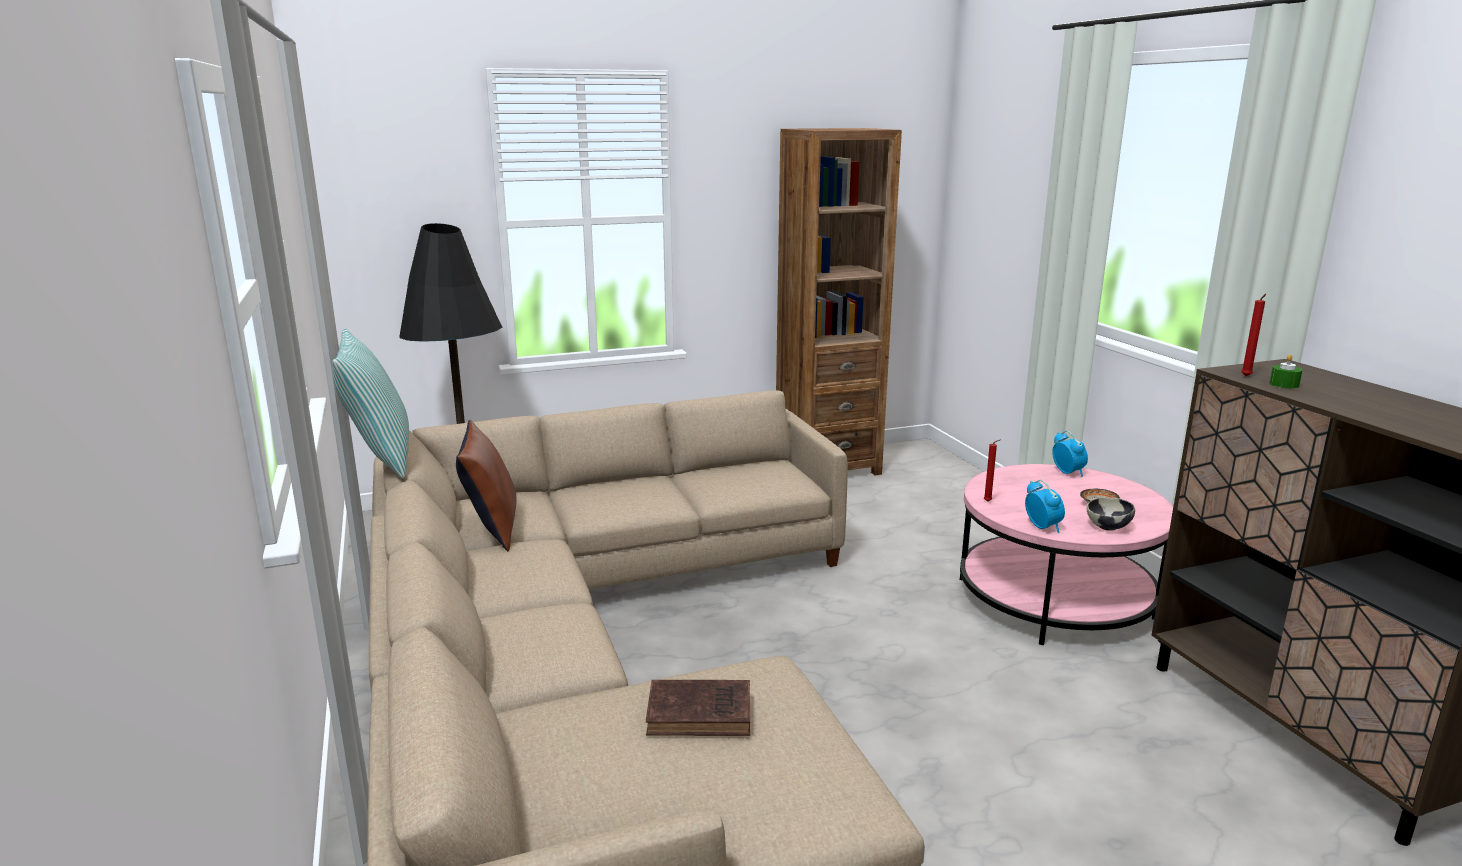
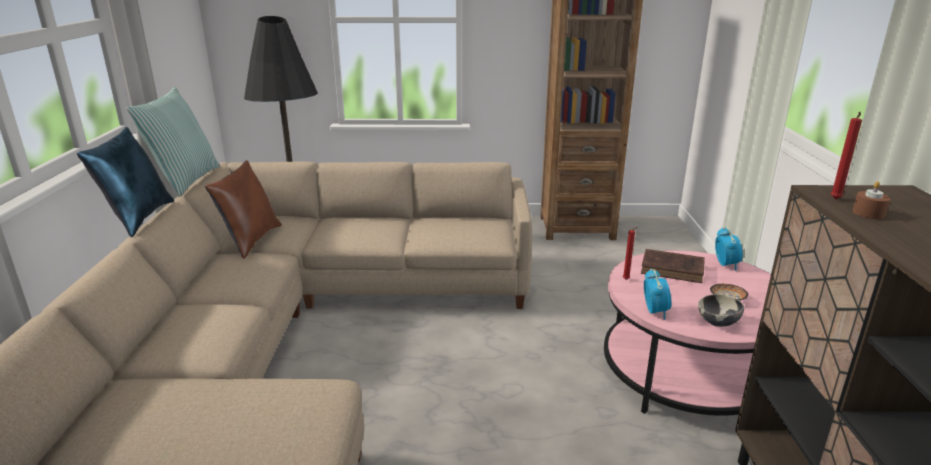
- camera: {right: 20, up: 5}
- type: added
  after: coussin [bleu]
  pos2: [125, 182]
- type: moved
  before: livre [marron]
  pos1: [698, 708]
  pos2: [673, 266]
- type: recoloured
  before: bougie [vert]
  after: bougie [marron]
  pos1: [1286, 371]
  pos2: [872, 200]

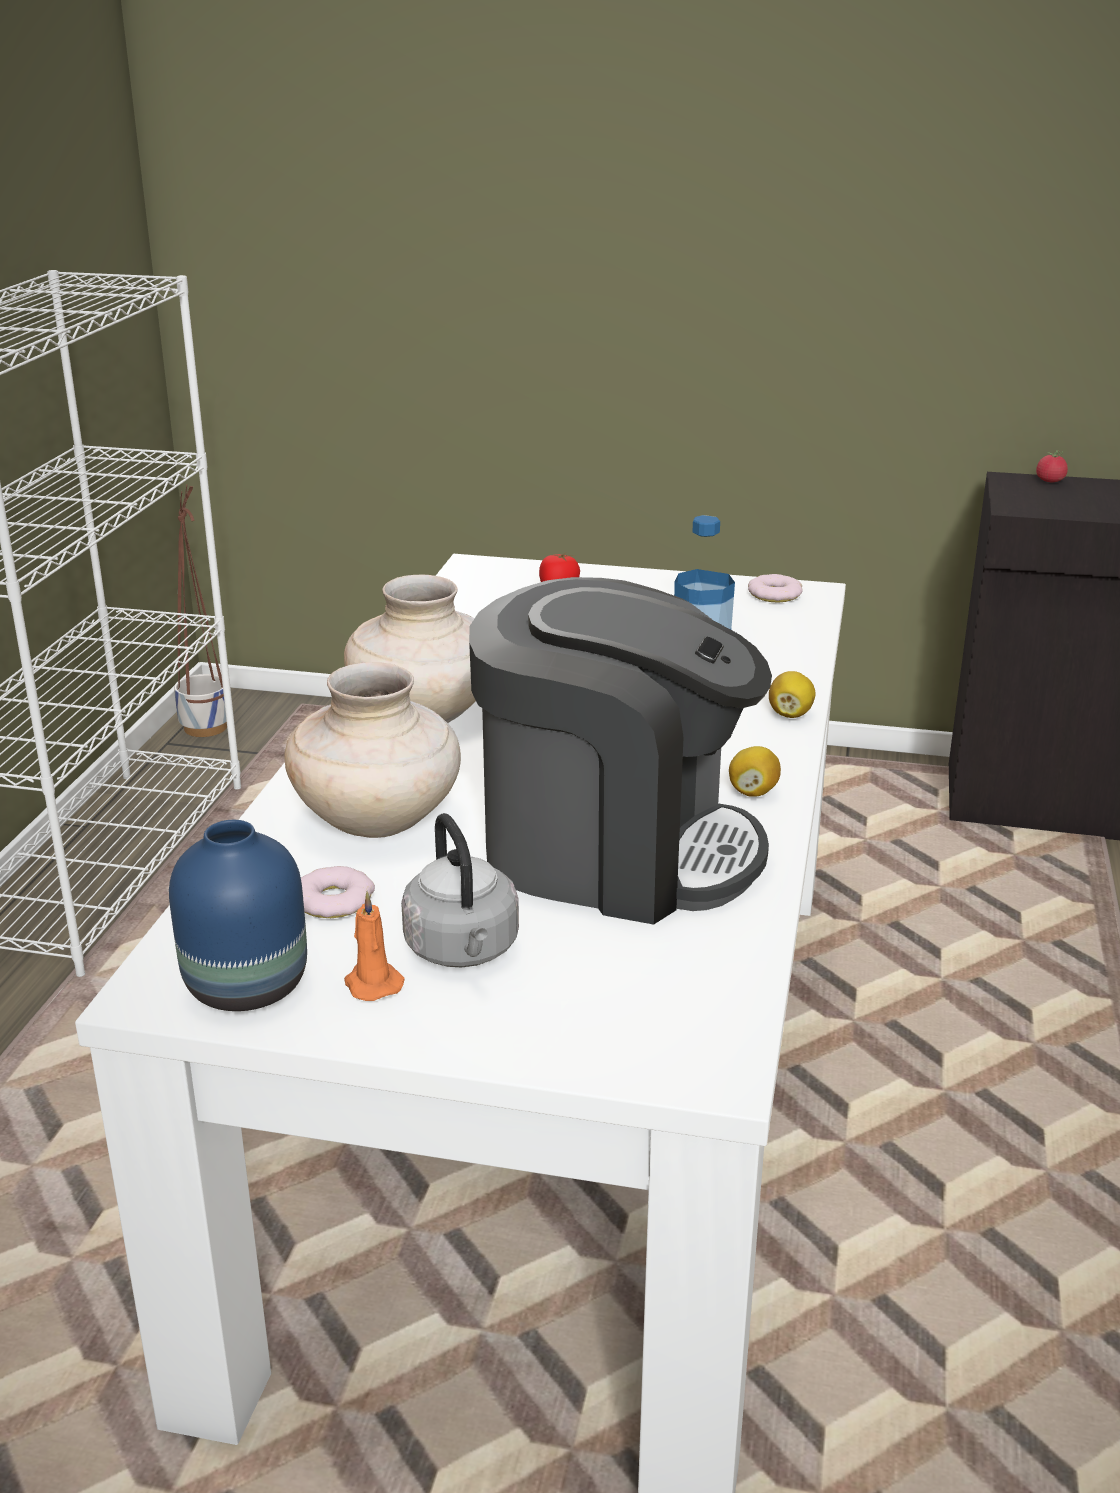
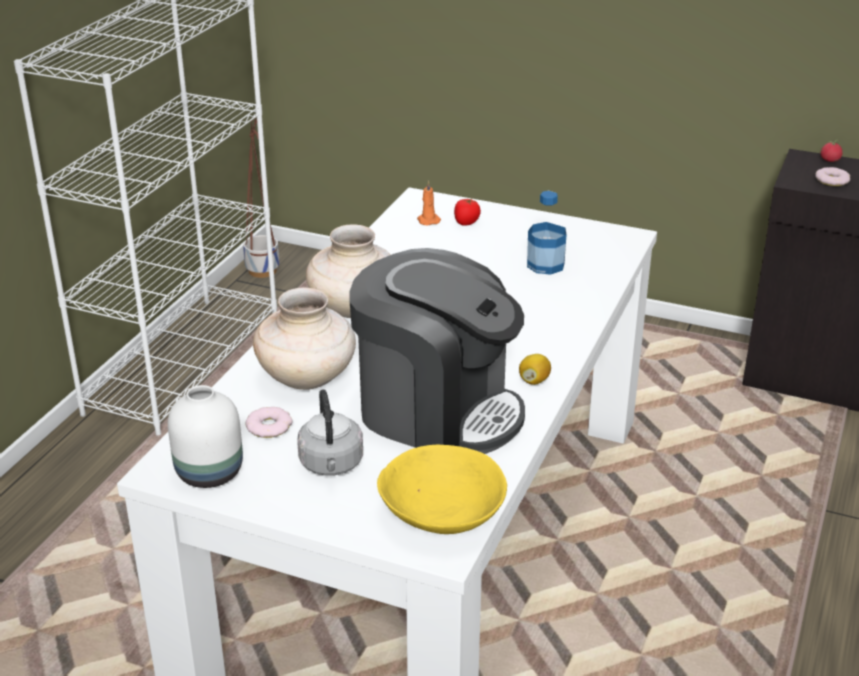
- camera: {right: 10, up: 5}
- type: removed
  before: citron
  pos1: [792, 694]
- type: added
  after: bol [jaune]
  pos2: [442, 489]
- type: moved
  before: bougie [orange]
  pos1: [374, 946]
  pos2: [429, 203]
- type: moved
  before: beignet
  pos1: [775, 588]
  pos2: [832, 176]
- type: recoloured
  before: vase [bleu]
  after: vase [blanc]
  pos1: [238, 915]
  pos2: [205, 436]

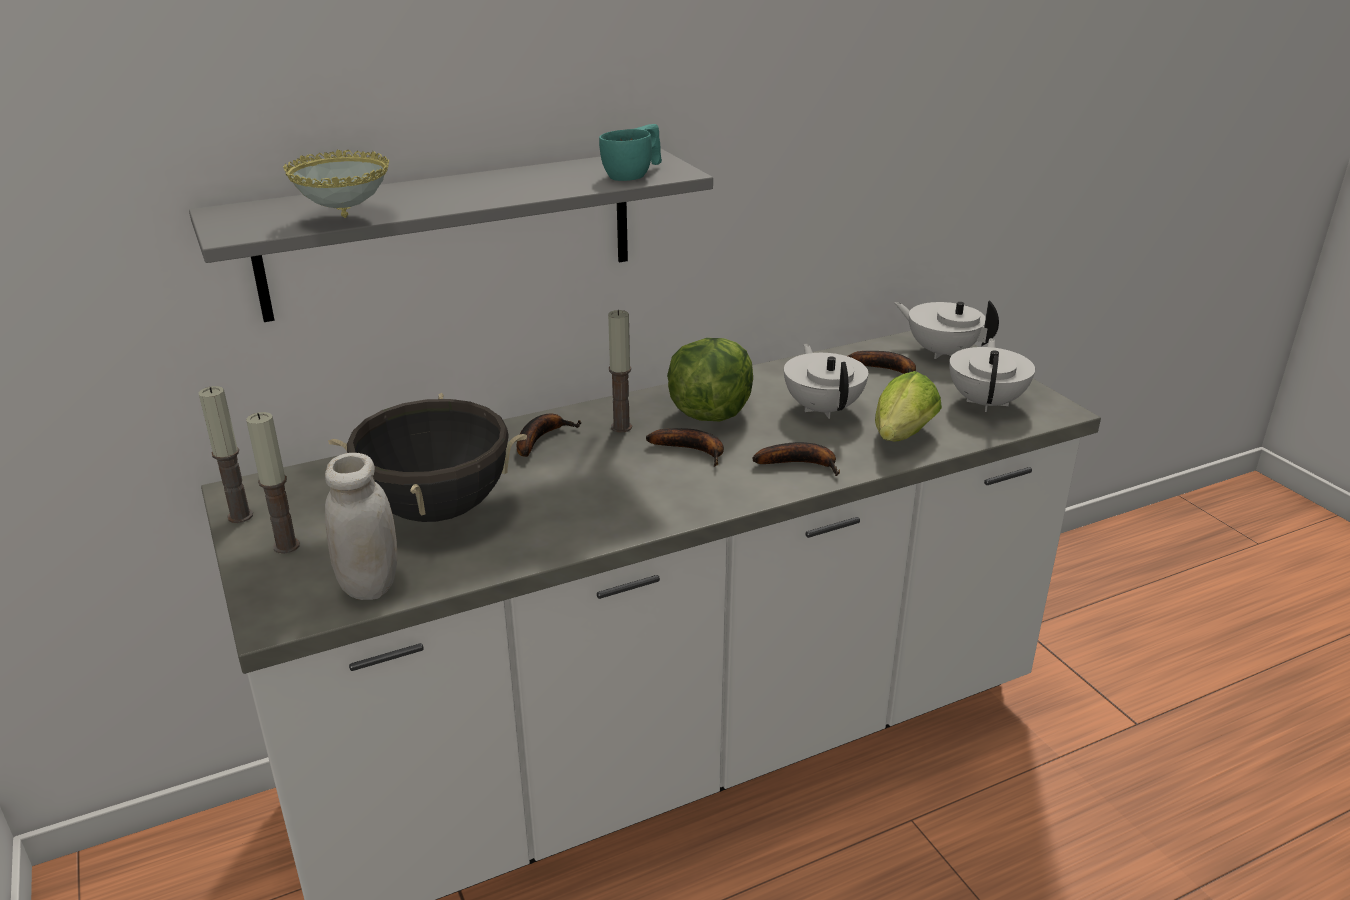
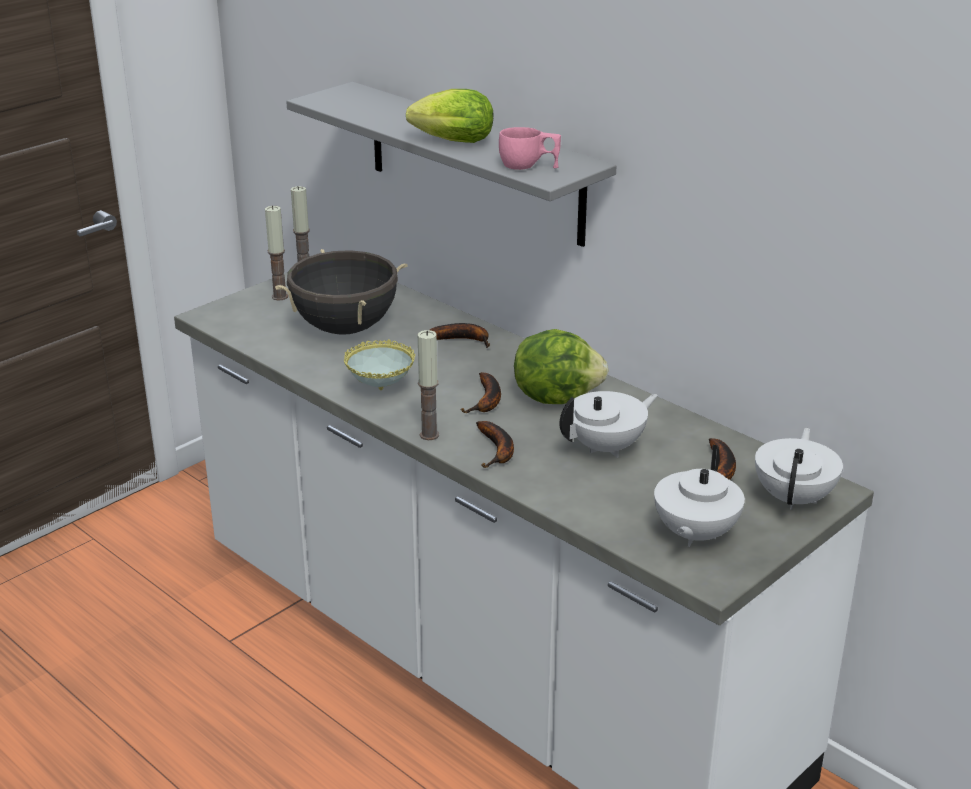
- camera: {right: 70, up: 0}
- type: removed
  before: bocal [blanc]
  pos1: [361, 526]
- type: moved
  before: bol
  pos1: [336, 184]
  pos2: [379, 364]
- type: moved
  before: bougie
  pos1: [620, 371]
  pos2: [428, 385]
- type: moved
  before: laitue
  pos1: [908, 406]
  pos2: [449, 116]
- type: recoloured
  before: tasse [turquoise]
  after: tasse [rose]
  pos1: [630, 152]
  pos2: [530, 148]
- type: turned
  before: théière [blanc]
  pos1: [992, 375]
  pos2: [699, 496]
  turn: 120

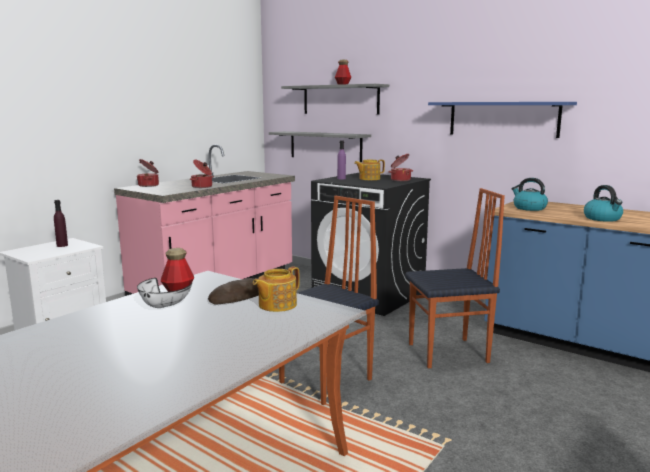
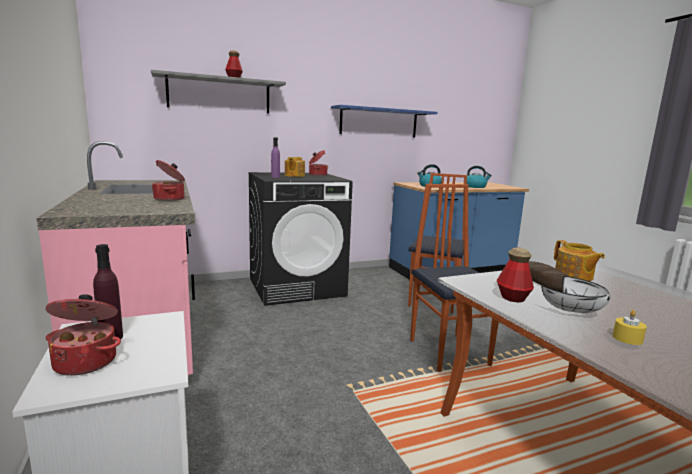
- camera: {right: -60, up: 0}
- type: removed
  before: étagère [gris]
  pos1: [320, 146]
- type: added
  after: bougie [jaune]
  pos2: [630, 327]
- type: moved
  before: marmite
  pos1: [148, 173]
  pos2: [83, 335]

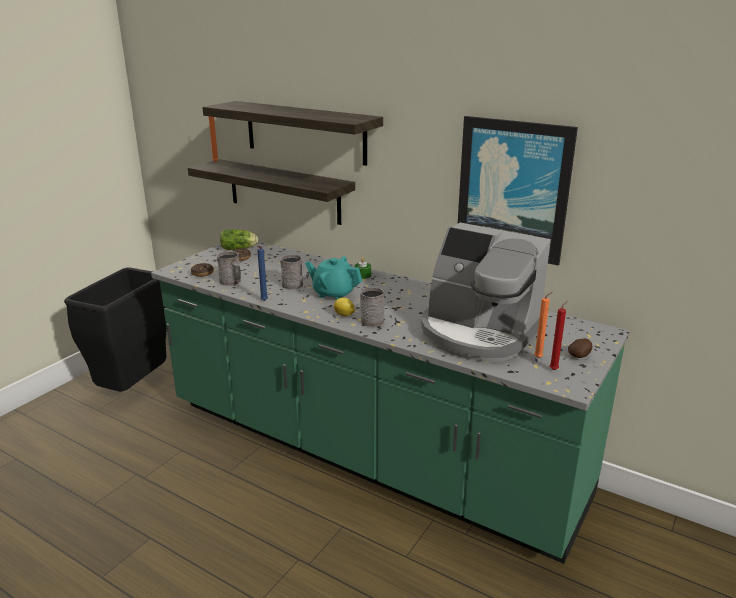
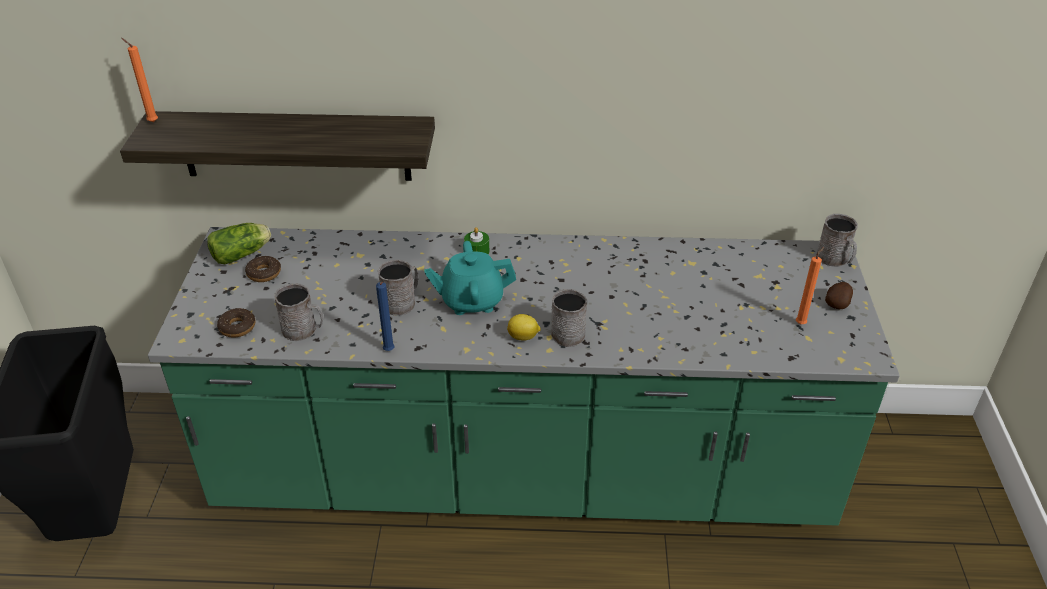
- camera: {right: -30, up: 15}
- type: removed
  before: étagère
  pos1: [292, 133]
- type: removed
  before: machine à café
  pos1: [486, 292]
- type: removed
  before: tableau
  pos1: [518, 190]
- type: removed
  before: bougie [rouge]
  pos1: [559, 335]
- type: added
  after: mug [gris]
  pos2: [837, 240]

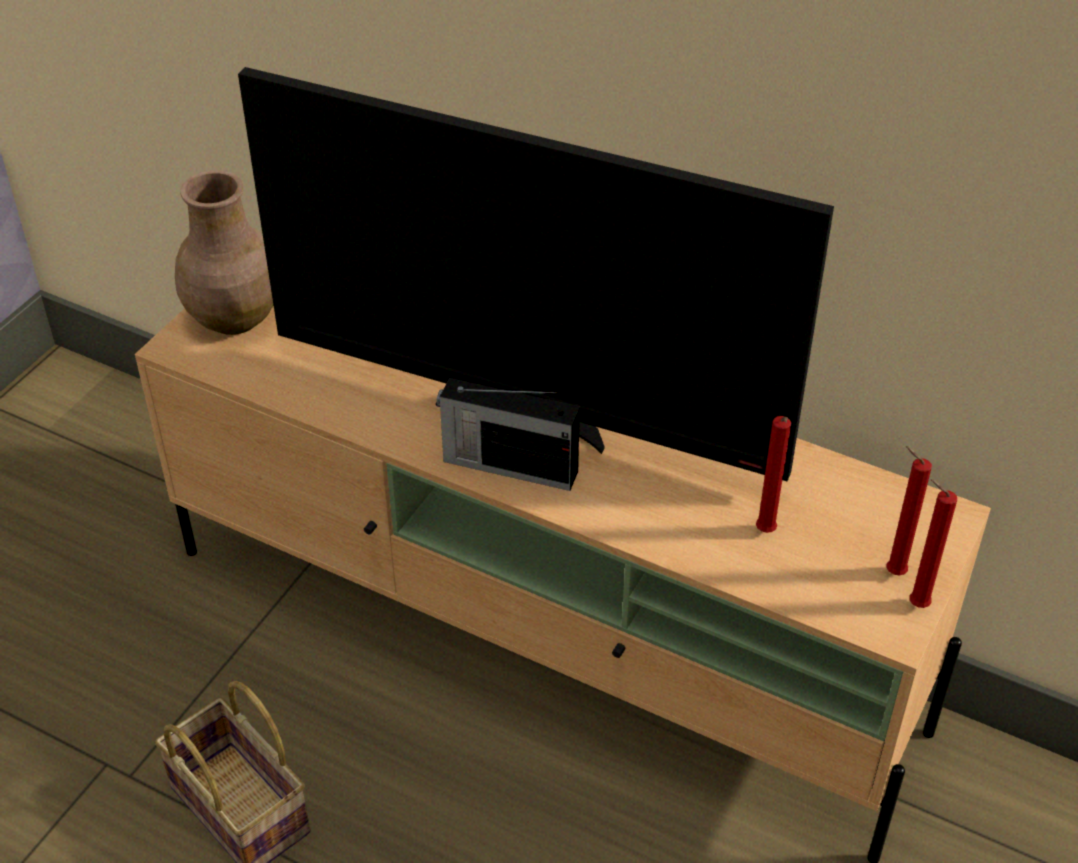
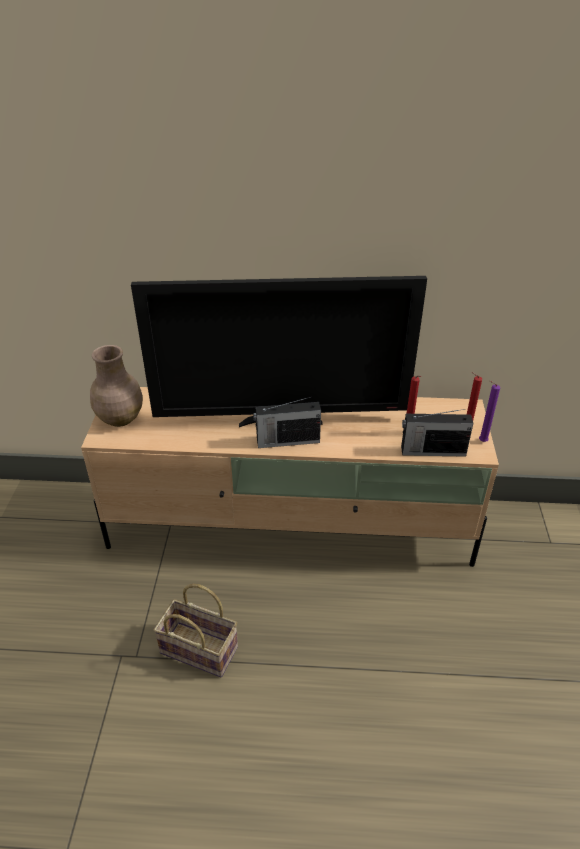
- camera: {right: -25, up: -5}
- type: added
  after: radio
  pos2: [437, 433]
- type: recoloured
  before: bougie [rouge]
  after: bougie [violet]
  pos1: [933, 543]
  pos2: [489, 411]

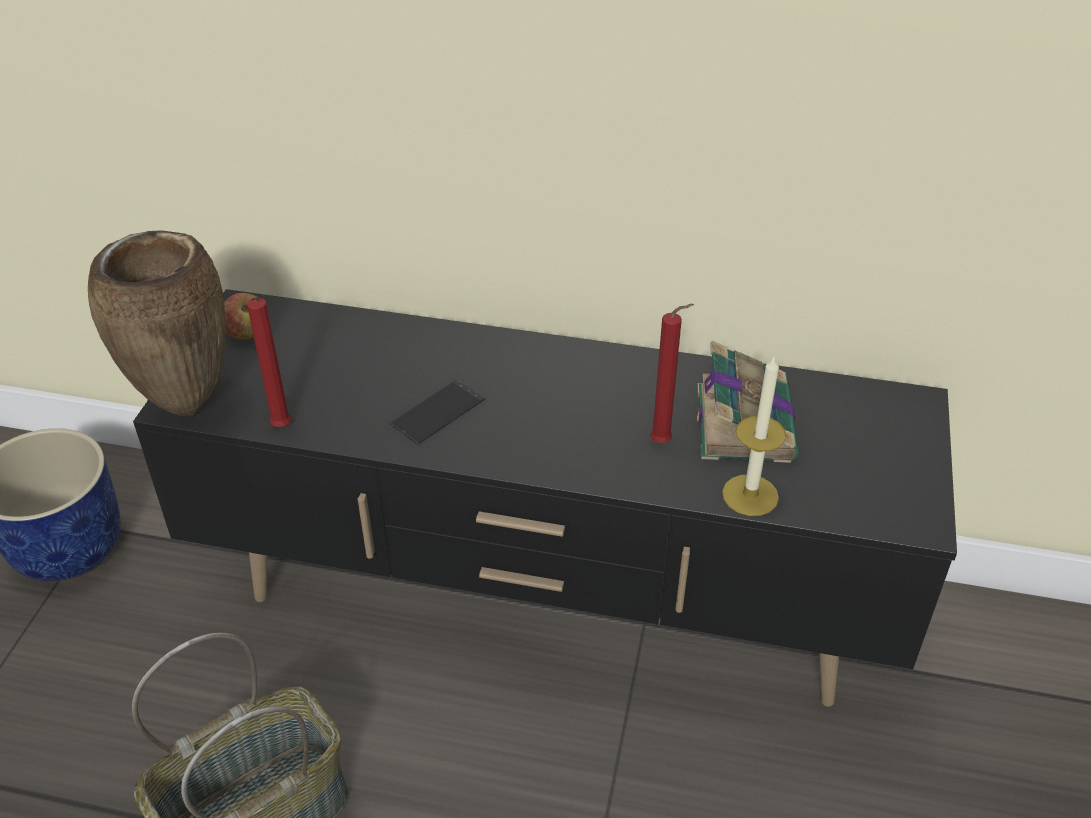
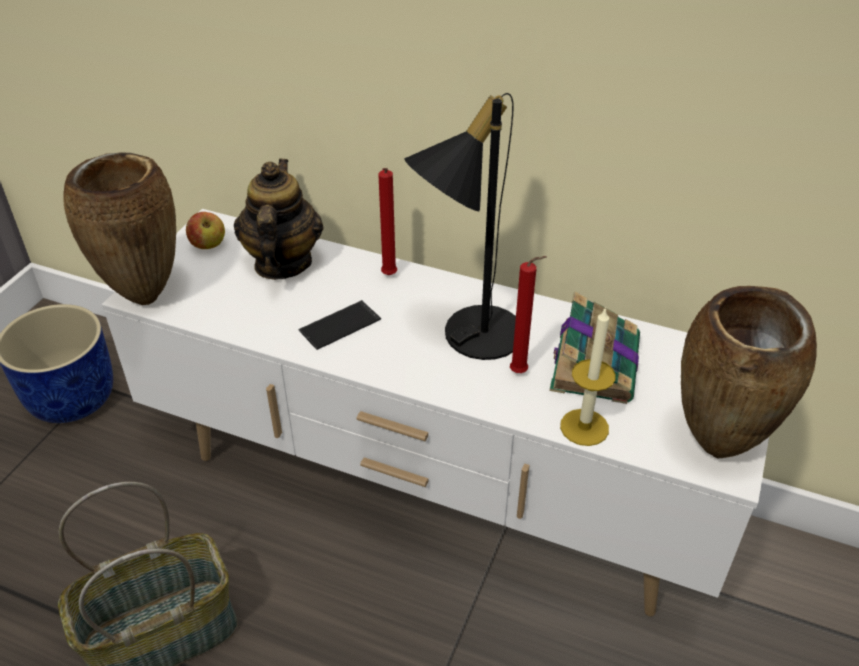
- camera: {right: 10, up: 0}
- type: added
  after: théière
  pos2: [279, 219]
- type: added
  after: lampe de table [noir]
  pos2: [460, 226]
- type: added
  after: vase [marron]
  pos2: [749, 372]
- type: moved
  before: bougie [rouge]
  pos1: [269, 361]
  pos2: [387, 221]
- type: recoloured
  before: meuble télé [noir]
  after: meuble télé [blanc]
  pos1: [545, 498]
  pos2: [435, 413]

